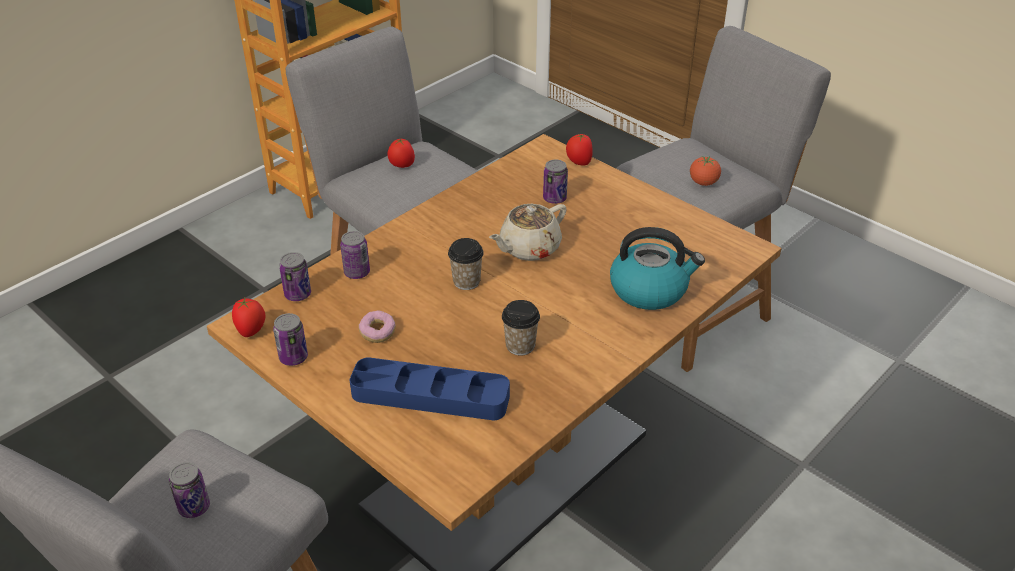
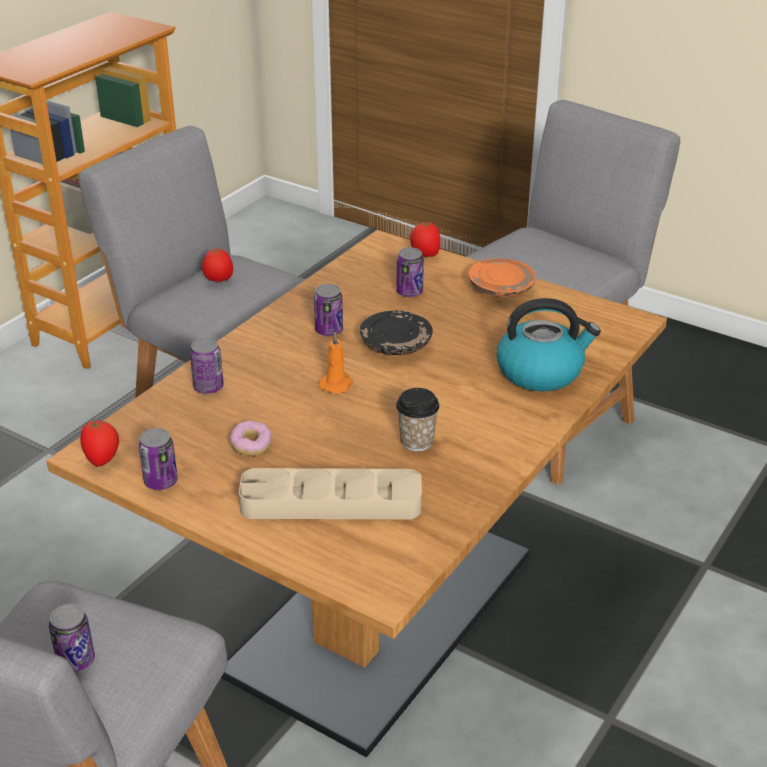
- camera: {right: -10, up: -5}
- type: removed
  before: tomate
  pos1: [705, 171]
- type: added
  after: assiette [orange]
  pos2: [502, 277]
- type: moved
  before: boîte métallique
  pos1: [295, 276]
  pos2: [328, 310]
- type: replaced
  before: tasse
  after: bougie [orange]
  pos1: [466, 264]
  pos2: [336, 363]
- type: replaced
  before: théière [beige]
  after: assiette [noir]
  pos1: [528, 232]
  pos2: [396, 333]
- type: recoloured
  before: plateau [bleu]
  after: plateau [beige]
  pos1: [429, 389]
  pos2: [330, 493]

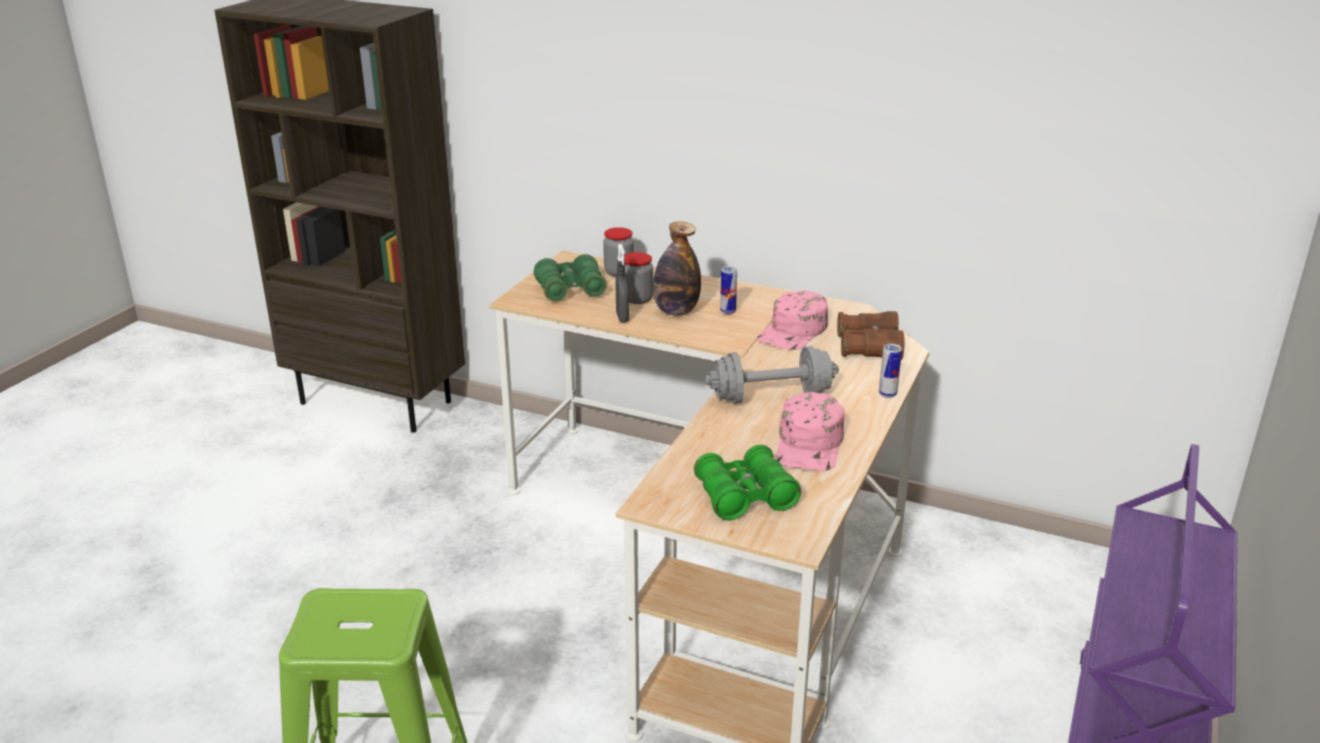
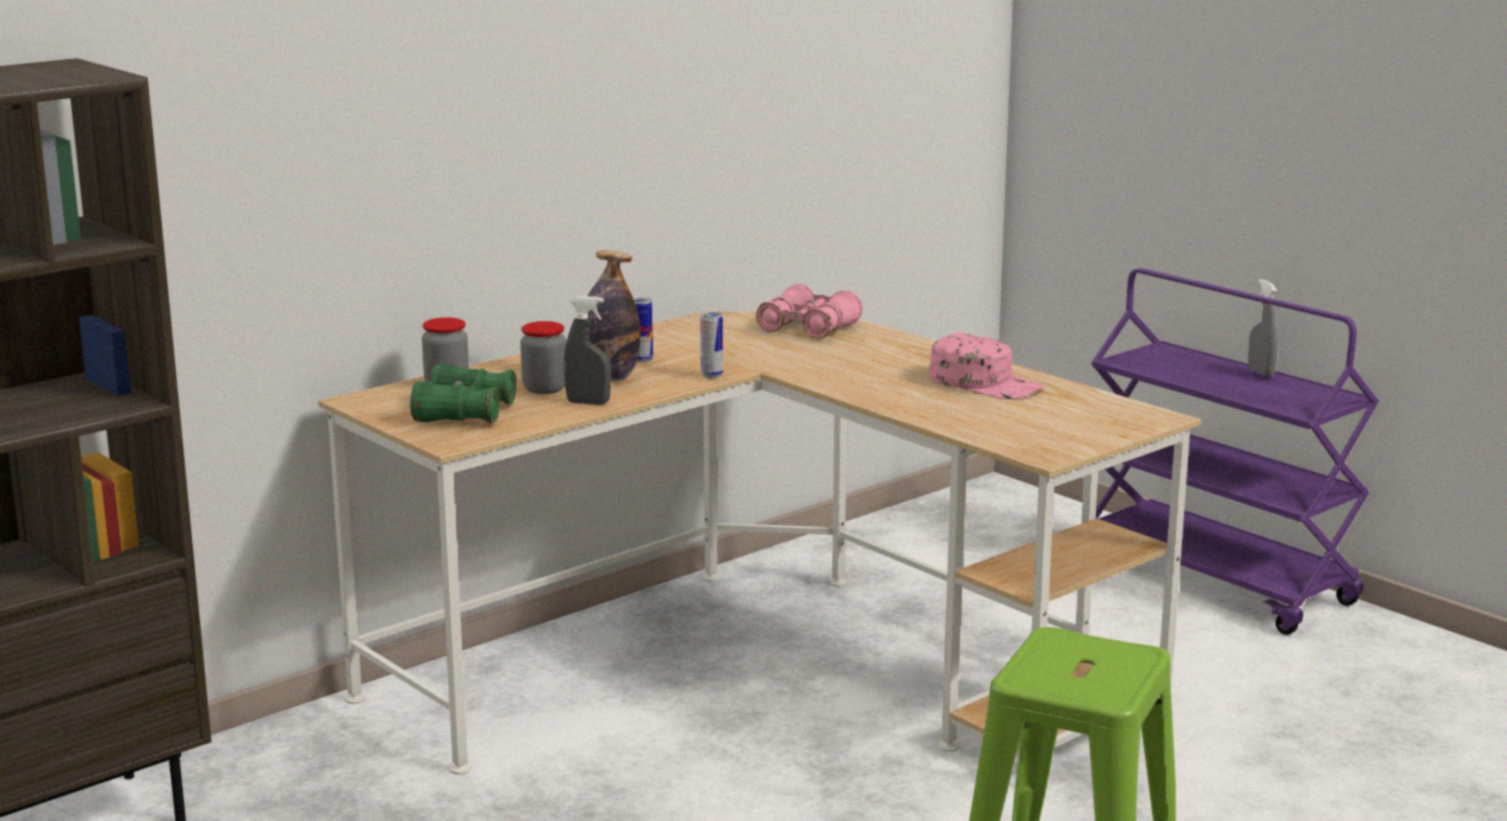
- camera: {right: -65, up: -10}
- type: removed
  before: jumelles [vert]
  pos1: [747, 482]
- type: removed
  before: haltère [gris]
  pos1: [772, 375]
- type: removed
  before: casquette [rose]
  pos1: [792, 320]
- type: added
  after: vaporisateur [gris]
  pos2: [1263, 328]
- type: moved
  before: boîte métallique
  pos1: [890, 371]
  pos2: [712, 345]
- type: recoloured
  before: jumelles [marron]
  after: jumelles [rose]
  pos1: [870, 335]
  pos2: [809, 311]

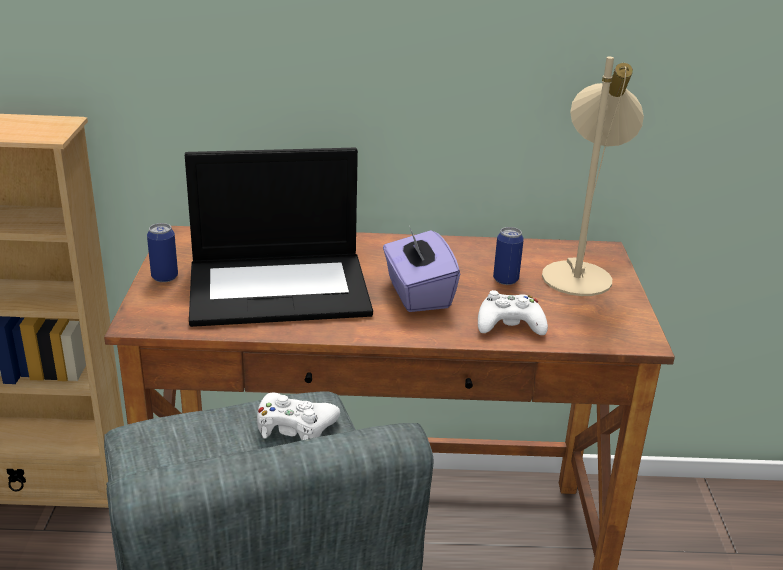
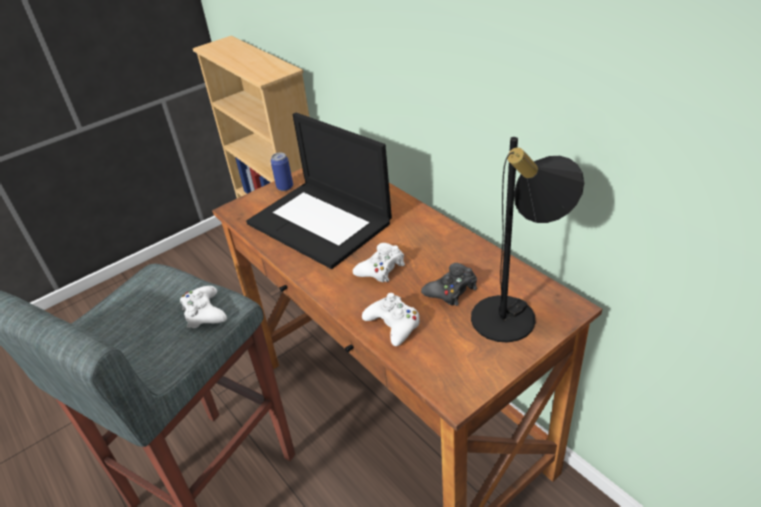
- camera: {right: 55, up: 10}
- type: replaced
  before: boîte à mouchoirs [violet]
  after: manette [blanc]
  pos1: [421, 269]
  pos2: [379, 262]
- type: replaced
  before: boîte métallique
  after: manette [noir]
  pos1: [508, 256]
  pos2: [449, 284]
- type: recoloured
  before: lampe de table [beige]
  after: lampe de table [noir]
  pos1: [593, 176]
  pos2: [527, 239]

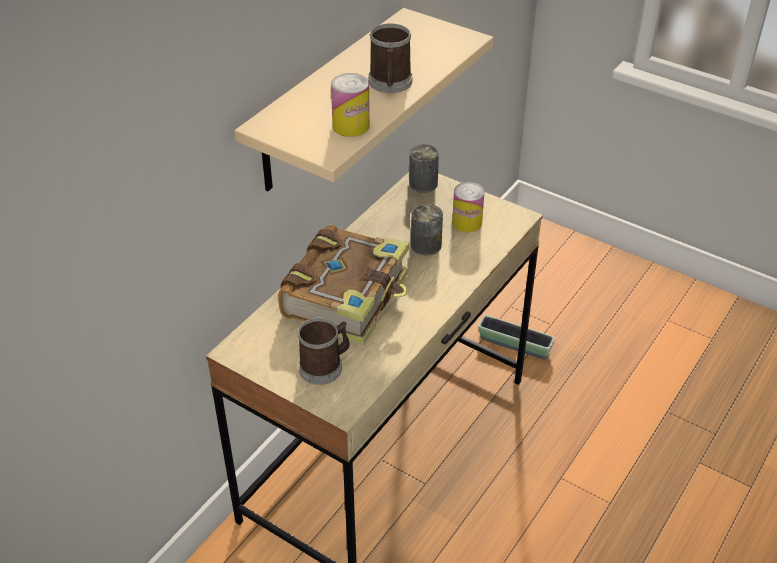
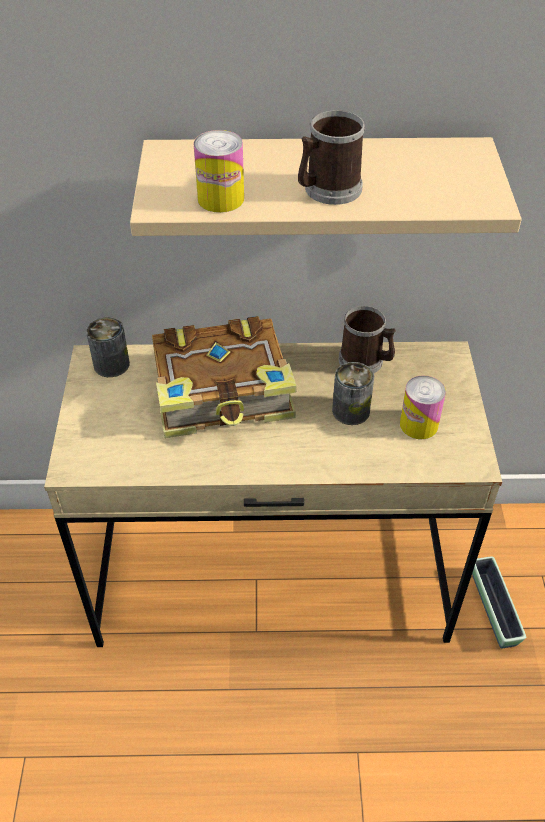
- camera: {right: 55, up: 5}
- type: moved
  before: mug
  pos1: [323, 351]
  pos2: [367, 339]
- type: moved
  before: boîte métallique
  pos1: [424, 168]
  pos2: [108, 347]

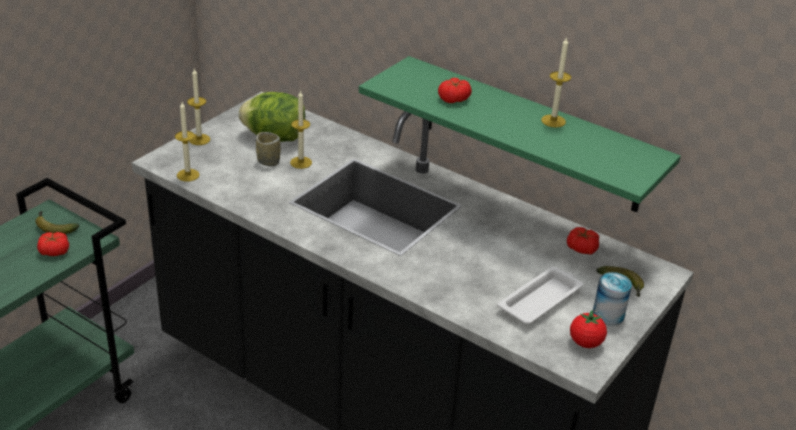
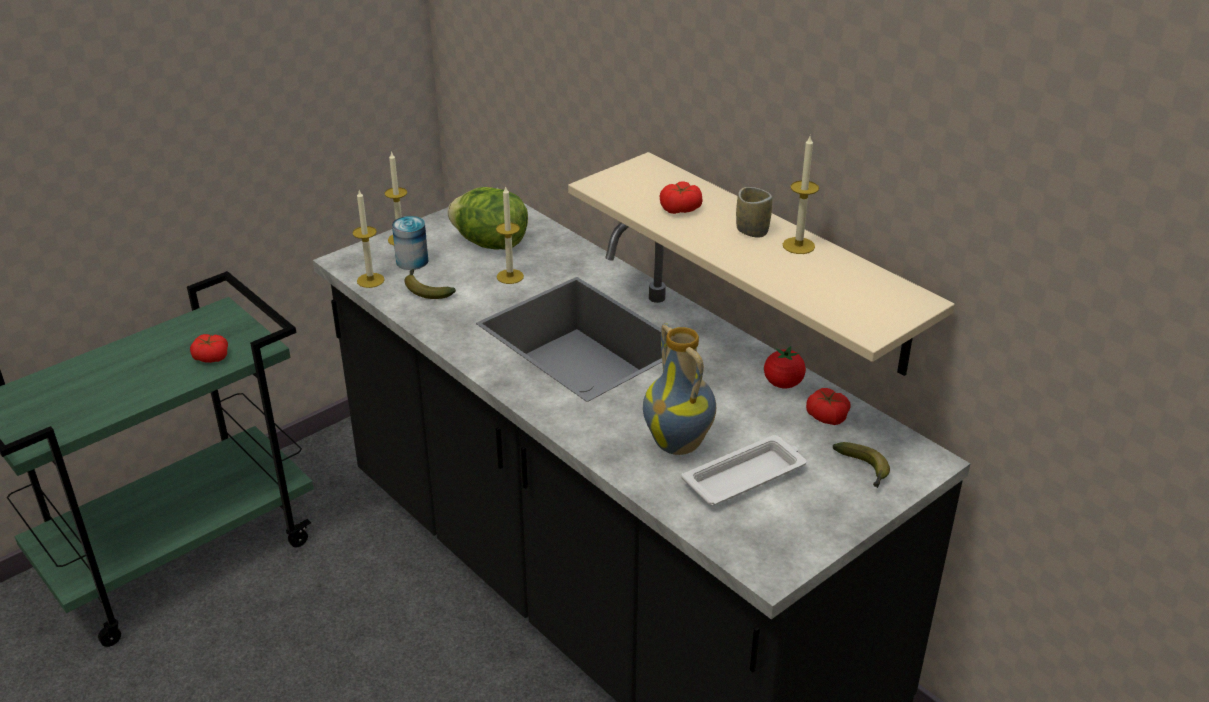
- camera: {right: 15, up: 0}
- type: added
  after: vase
  pos2: [679, 389]
- type: moved
  before: banane
  pos1: [57, 222]
  pos2: [430, 284]
- type: moved
  before: tasse
  pos1: [268, 149]
  pos2: [754, 212]
- type: moved
  before: tomate
  pos1: [588, 329]
  pos2: [785, 367]
- type: moved
  before: boîte métallique
  pos1: [612, 299]
  pos2: [410, 243]
- type: recoloured
  before: étagère [vert]
  after: étagère [beige]
  pos1: [520, 134]
  pos2: [761, 264]

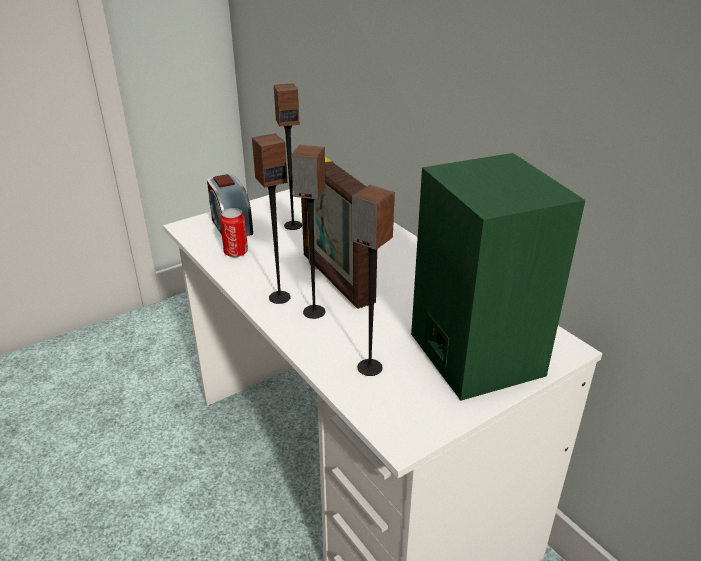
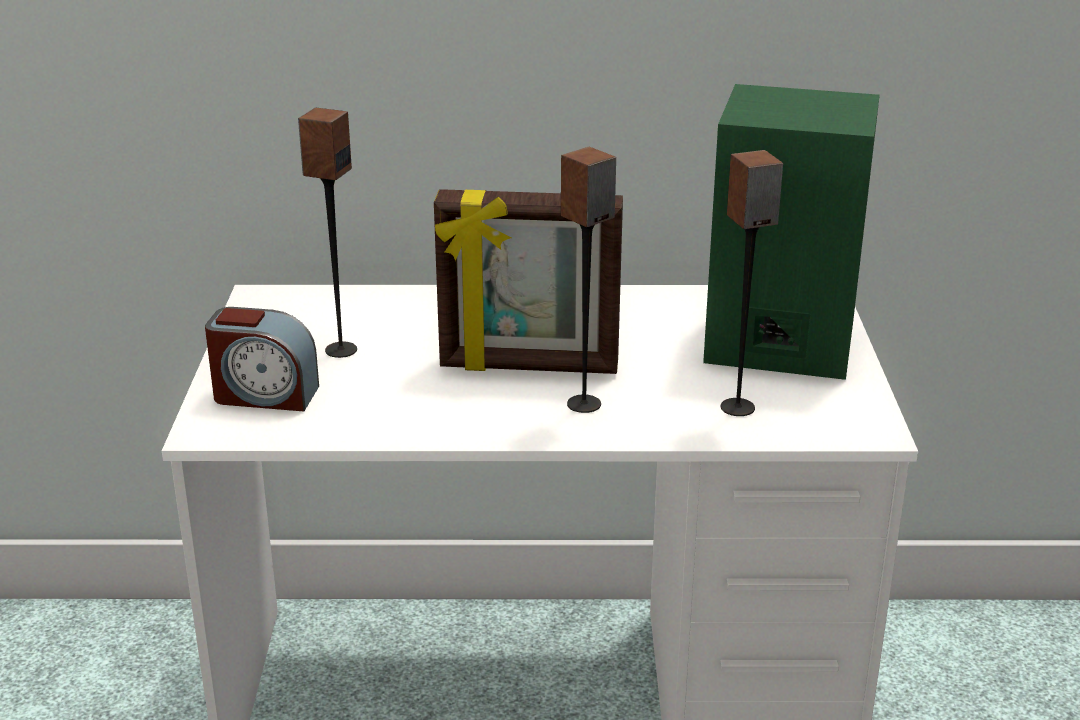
- camera: {right: -55, up: -5}
- type: removed
  before: boîte métallique
  pos1: [234, 232]
- type: removed
  before: enceinte
  pos1: [271, 218]

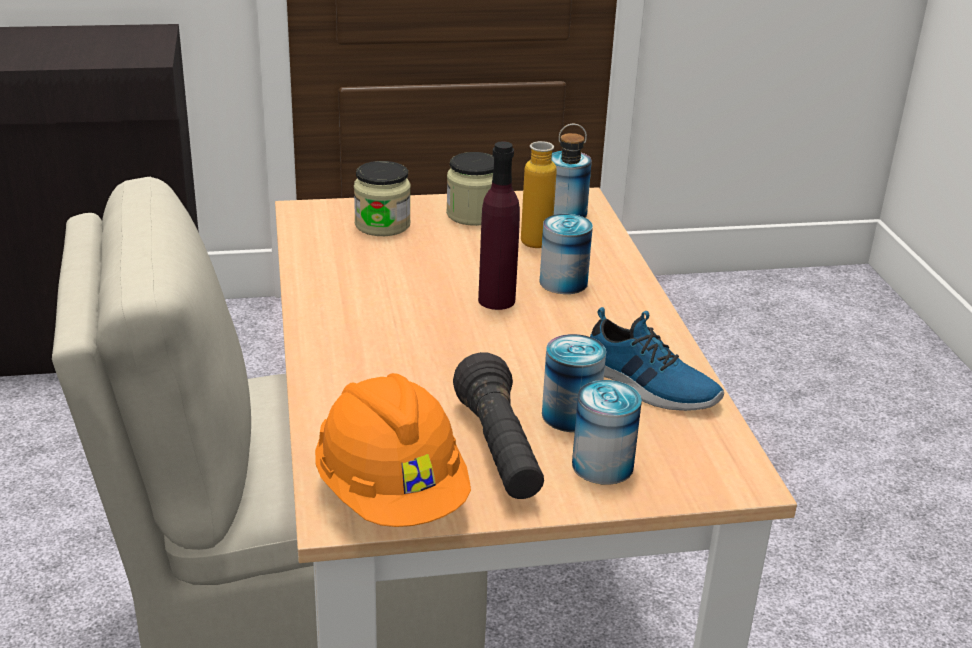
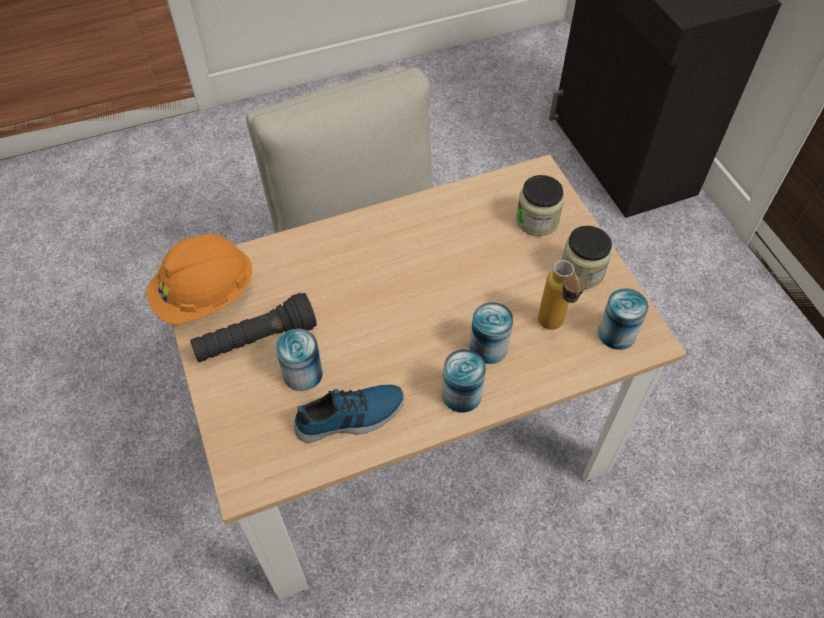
- camera: {right: 80, up: 25}
- type: removed
  before: bouteille [violet]
  pos1: [499, 225]
- type: moved
  before: boîte métallique
  pos1: [607, 432]
  pos2: [464, 381]
- type: turned
  before: chaussure
  pos1: [657, 359]
  pos2: [349, 414]
  turn: -135

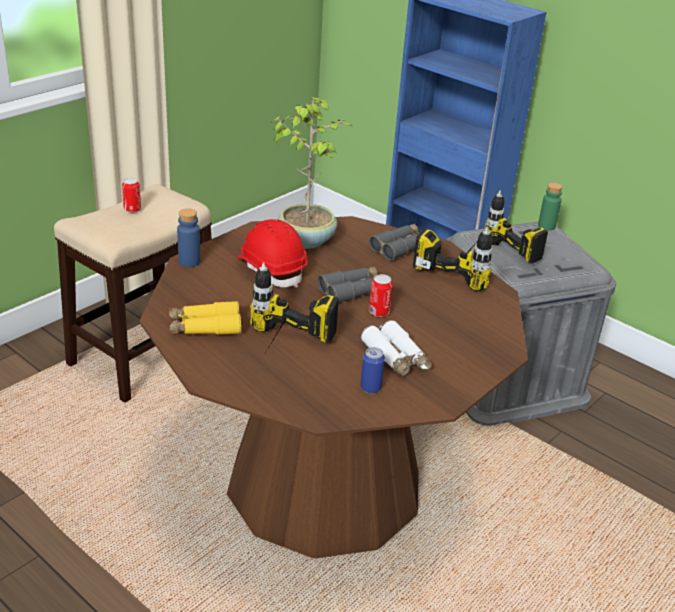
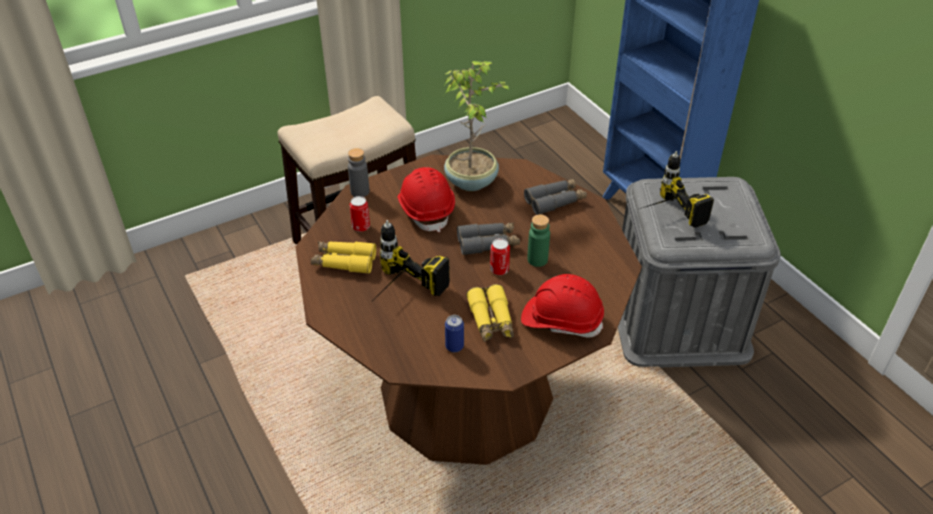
- camera: {right: 20, up: 10}
- type: removed
  before: perceuse
  pos1: [452, 259]
- type: added
  after: casque de chantier [rouge]
  pos2: [562, 306]
- type: moved
  before: boîte métallique
  pos1: [131, 195]
  pos2: [360, 214]
- type: moved
  before: bouteille [vert]
  pos1: [550, 206]
  pos2: [538, 241]
- type: recoloured
  before: bouteille [bleu]
  after: bouteille [gris]
  pos1: [188, 237]
  pos2: [359, 172]
- type: recoloured
  before: jumelles [blanc]
  after: jumelles [jaune]
  pos1: [396, 348]
  pos2: [490, 313]

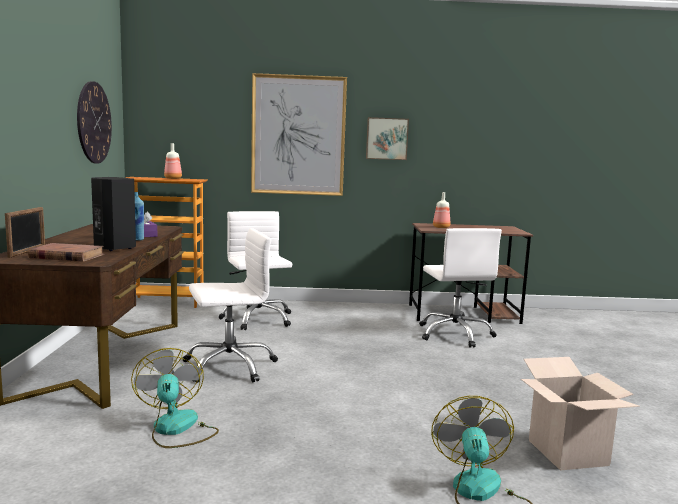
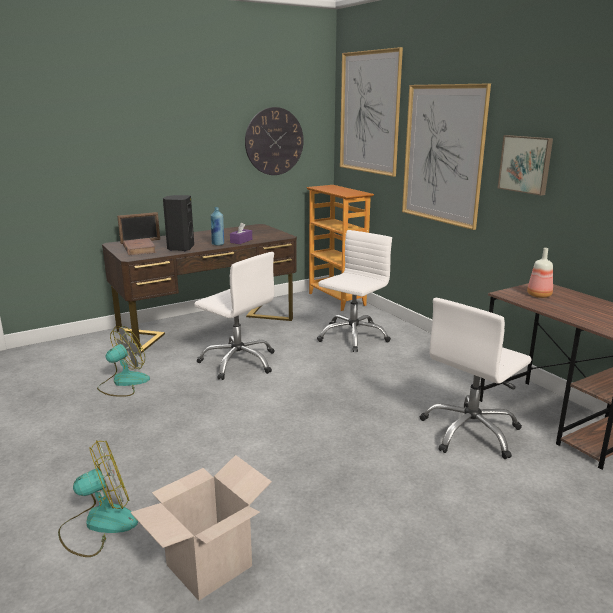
- camera: {right: 60, up: 10}
- type: removed
  before: bouteille
  pos1: [173, 161]
- type: added
  after: tableau
  pos2: [371, 112]

